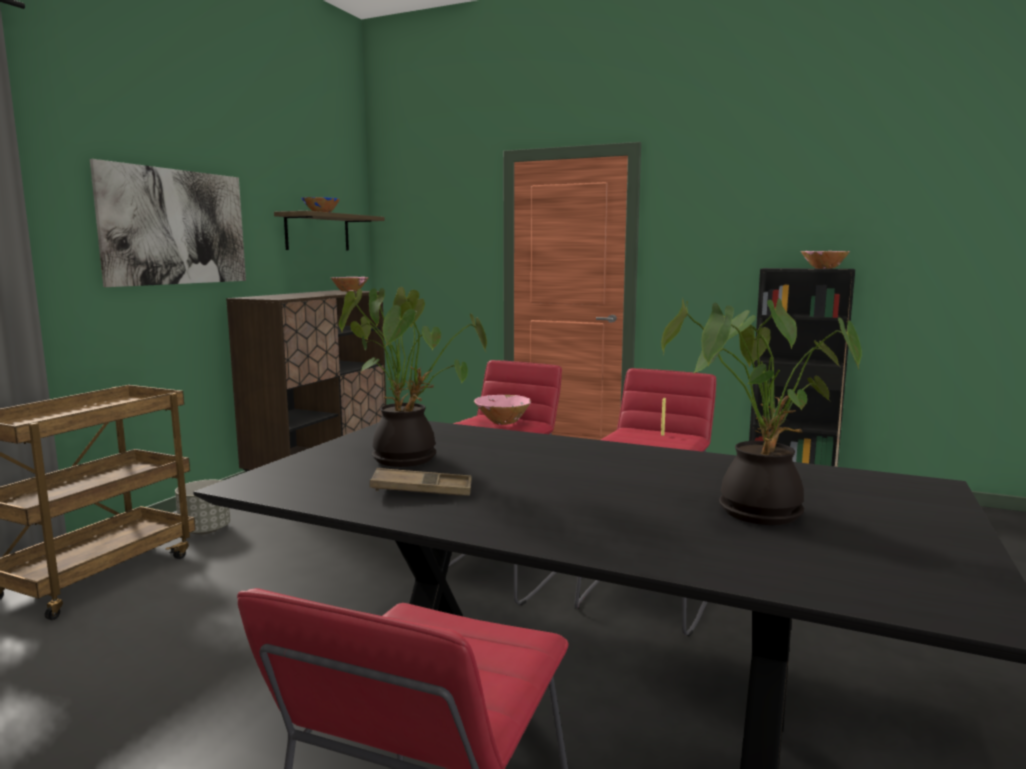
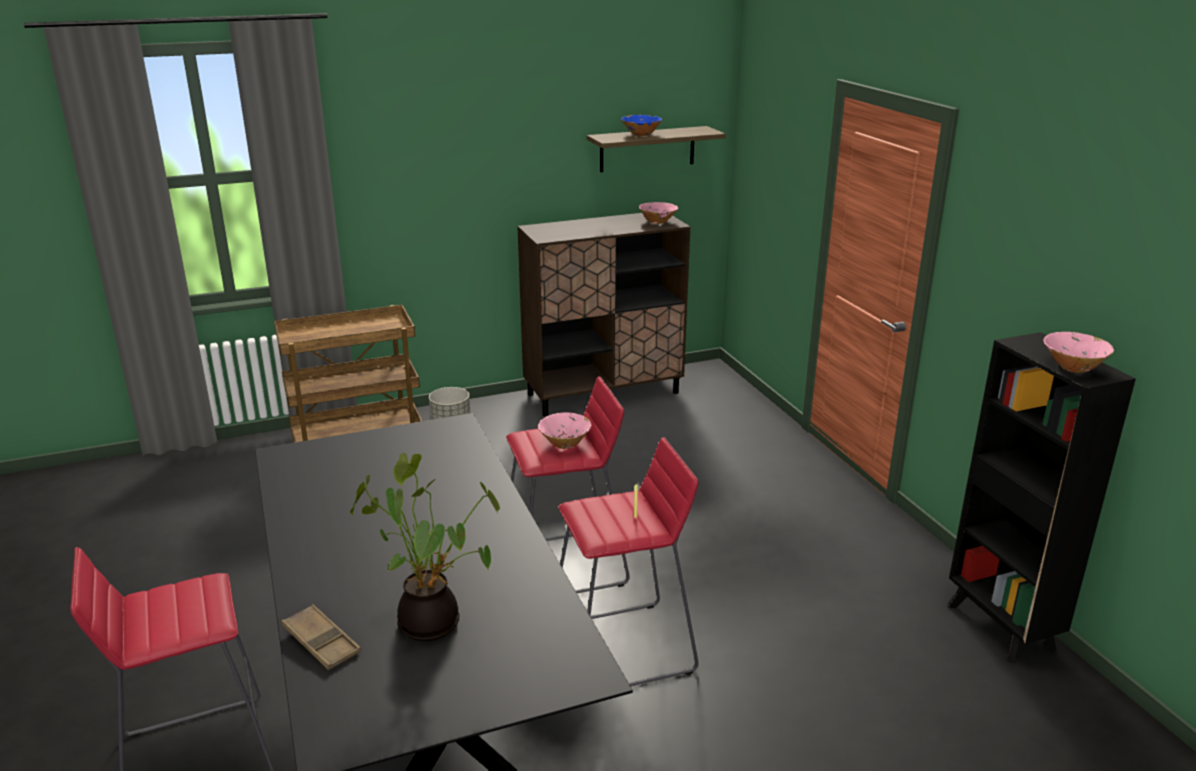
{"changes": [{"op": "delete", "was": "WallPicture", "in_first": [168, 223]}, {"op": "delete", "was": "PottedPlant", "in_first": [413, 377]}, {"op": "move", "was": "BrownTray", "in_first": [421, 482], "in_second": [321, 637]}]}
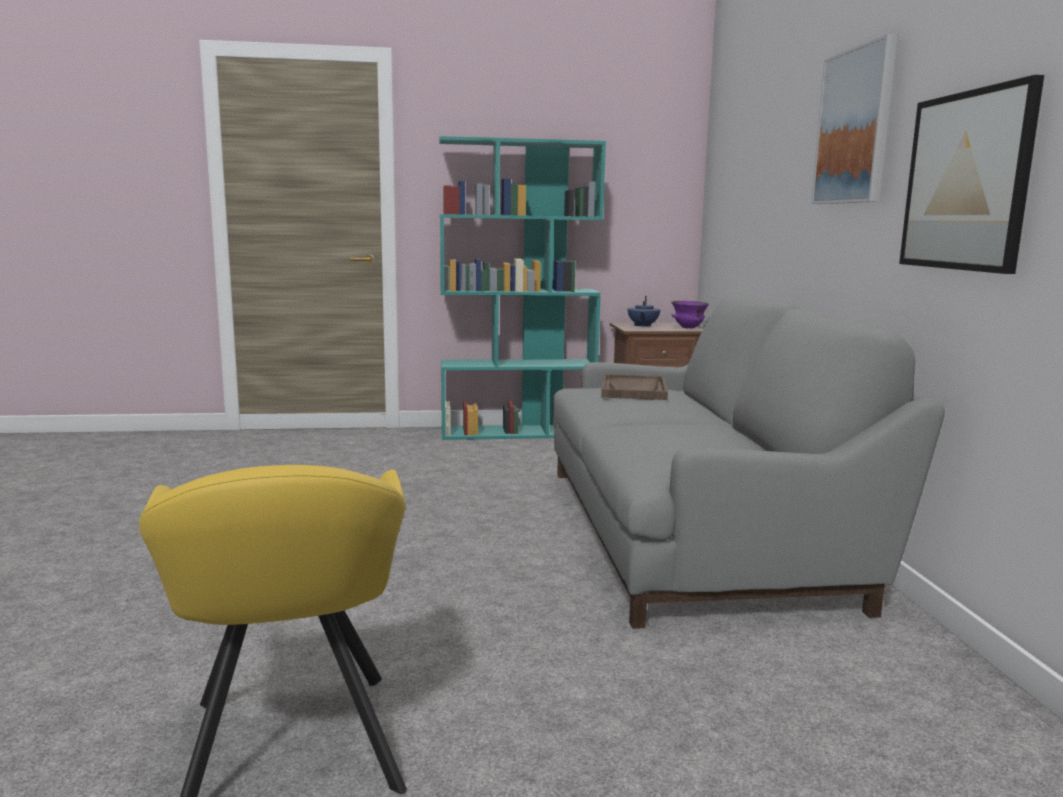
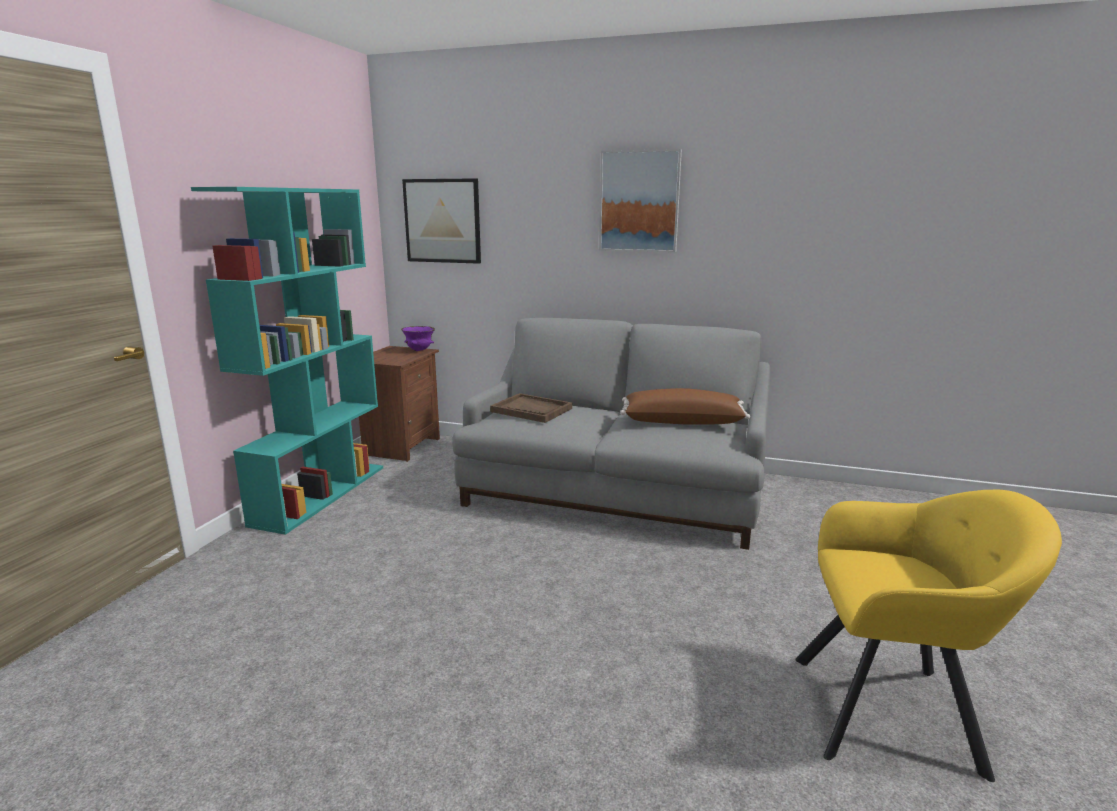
{"changes": [{"op": "delete", "was": "BlueColouredTeaPot", "in_first": [644, 311]}, {"op": "move", "was": "WallPicture", "in_first": [971, 174], "in_second": [441, 221]}, {"op": "insert", "now": "BrownPillow", "in_second": [685, 406]}]}
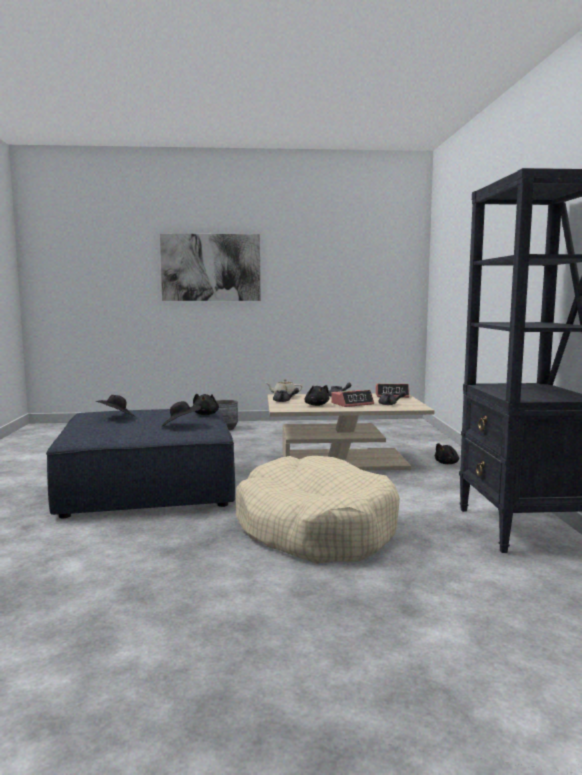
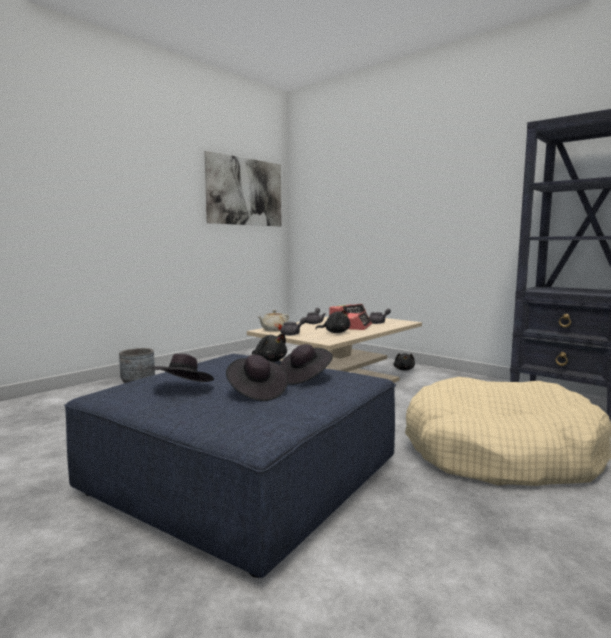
{"changes": [{"op": "move", "was": "WallPicture", "in_first": [210, 267], "in_second": [242, 188]}, {"op": "insert", "now": "BlackishClothingHat", "in_second": [257, 378]}]}
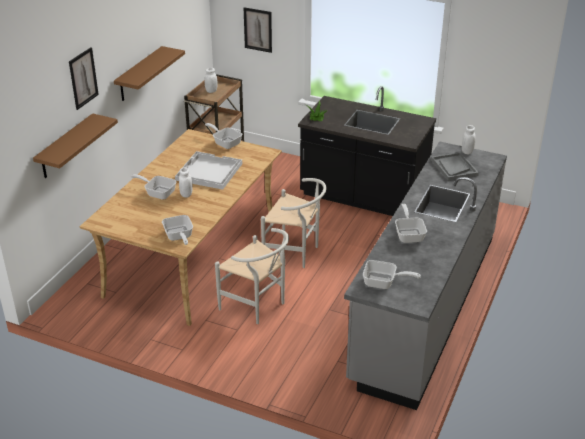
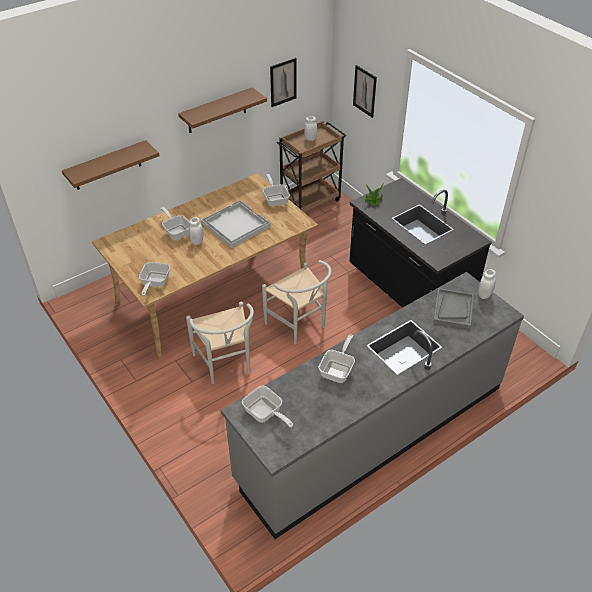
{"changes": [{"op": "move", "was": "WallPicture", "in_first": [84, 78], "in_second": [283, 82]}]}
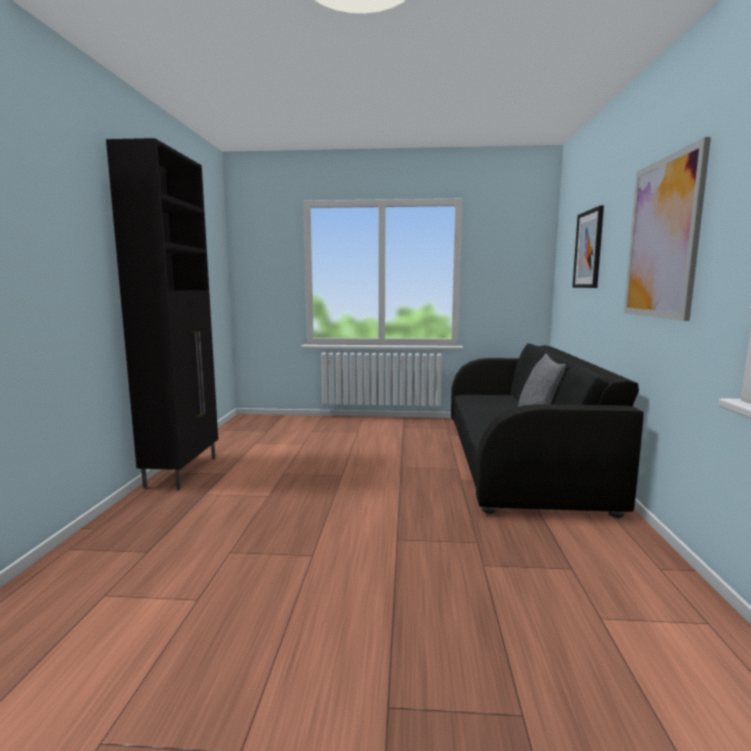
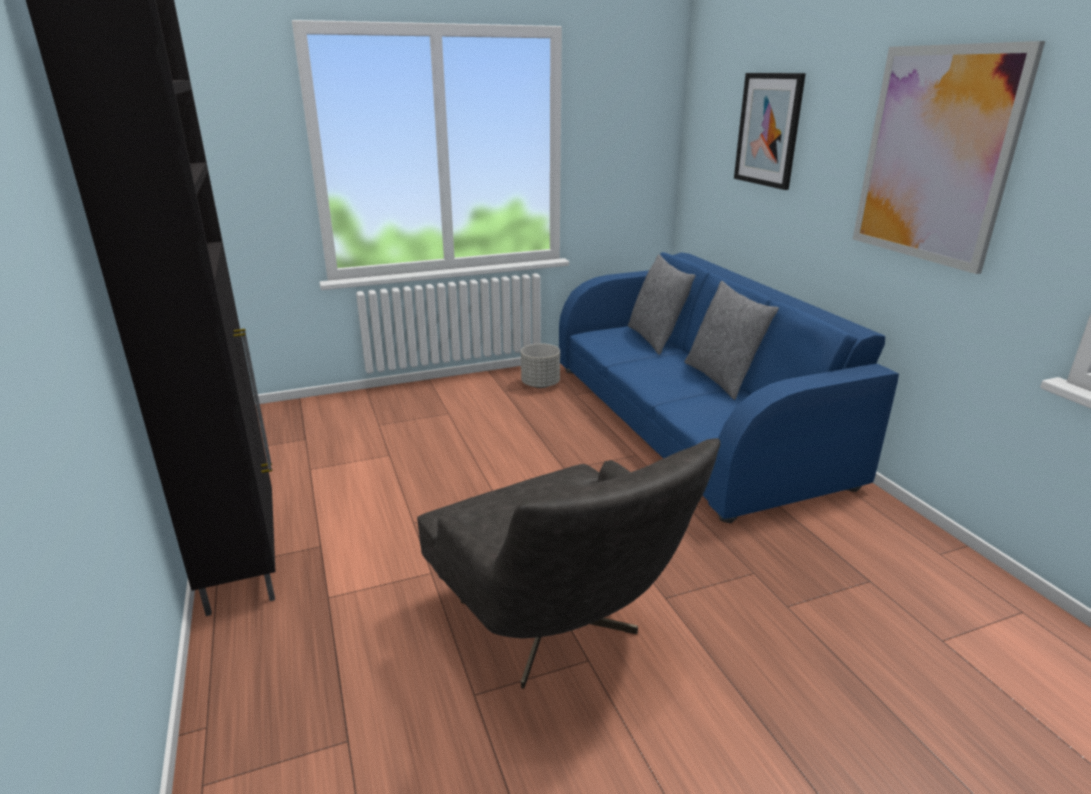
{"changes": [{"op": "recolor", "was": "BlackishSettee", "now": "BlueColouredSettee", "in_first": [547, 430], "in_second": [729, 387]}, {"op": "insert", "now": "GrayEasyChair", "in_second": [568, 563]}, {"op": "insert", "now": "GrayPlanter", "in_second": [540, 366]}, {"op": "insert", "now": "GrayPillow", "in_second": [661, 304]}]}
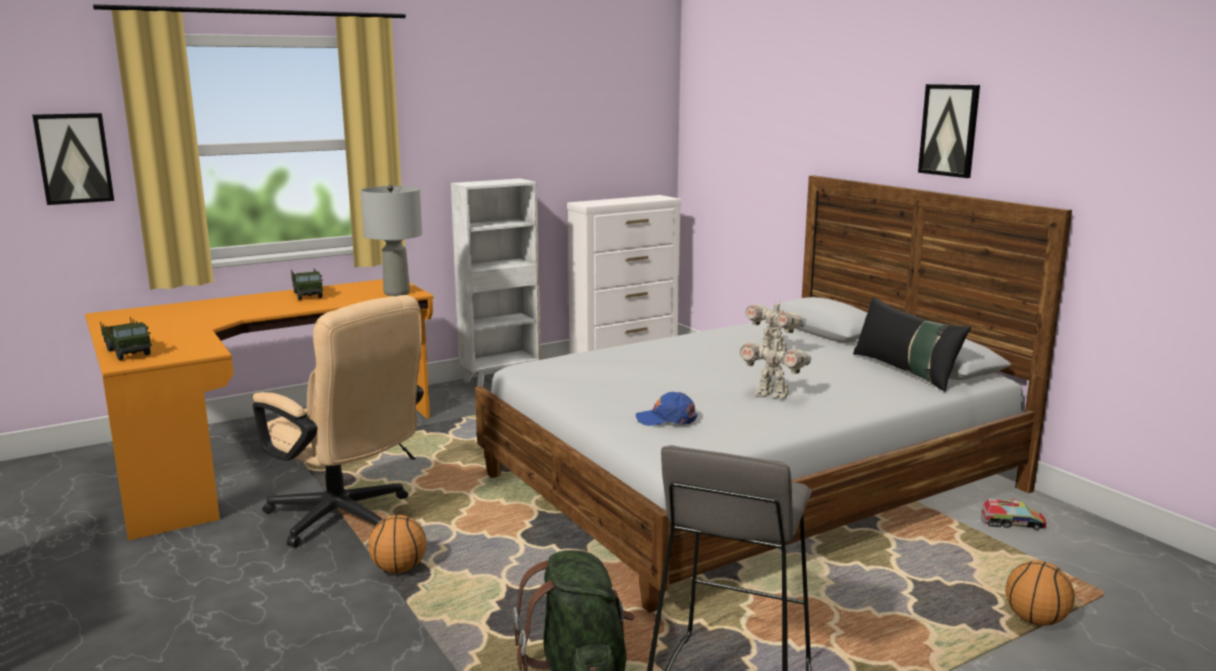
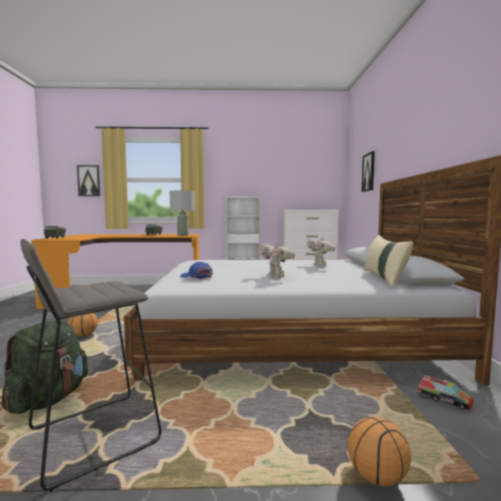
{"changes": [{"op": "delete", "was": "BeigeColouredComputerChair", "in_first": [338, 421]}, {"op": "recolor", "was": "BlackishPillow", "now": "BeigeColouredPillow", "in_first": [912, 344], "in_second": [388, 261]}, {"op": "move", "was": "WallPicture", "in_first": [949, 131], "in_second": [368, 171]}]}
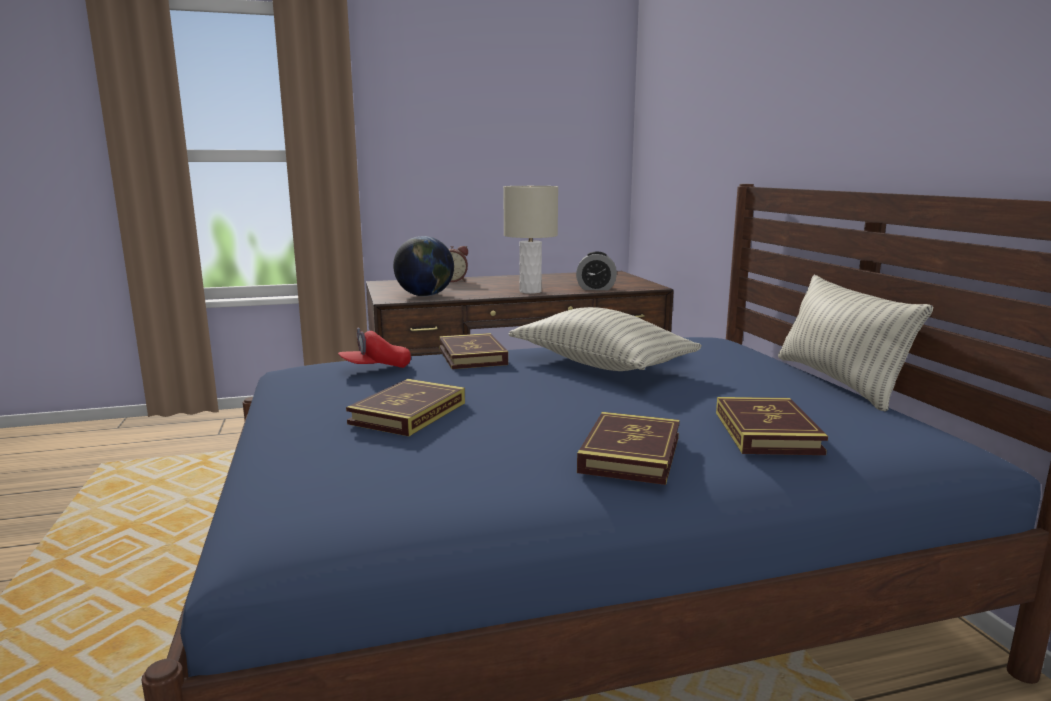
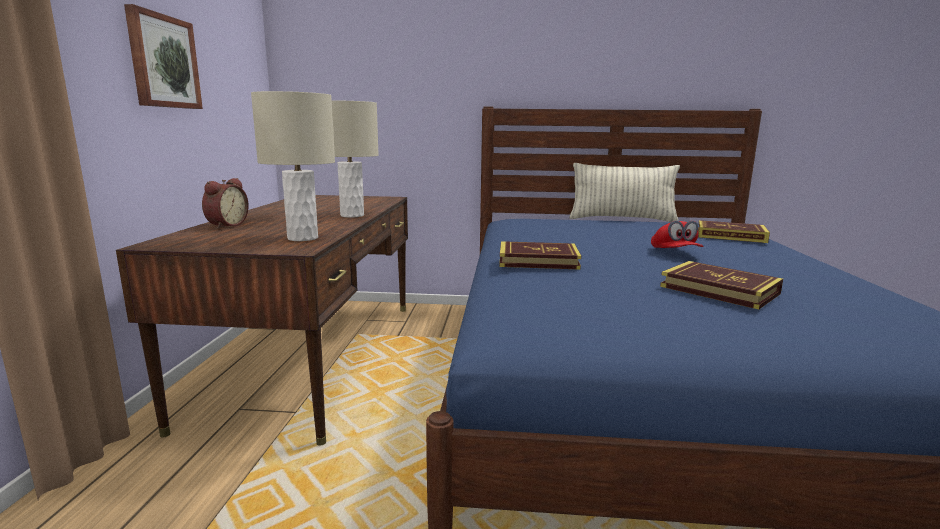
{"changes": [{"op": "move", "was": "RedBaseballCap", "in_first": [374, 348], "in_second": [677, 234]}, {"op": "replace", "was": "WorldGlobe", "now": "BeigeColouredTableLamp", "in_first": [423, 266], "in_second": [293, 166]}, {"op": "delete", "was": "Pillow", "in_first": [605, 339]}, {"op": "delete", "was": "AlarmClock", "in_first": [596, 270]}, {"op": "delete", "was": "Book", "in_first": [628, 448]}, {"op": "insert", "now": "WallPicture", "in_second": [163, 56]}]}
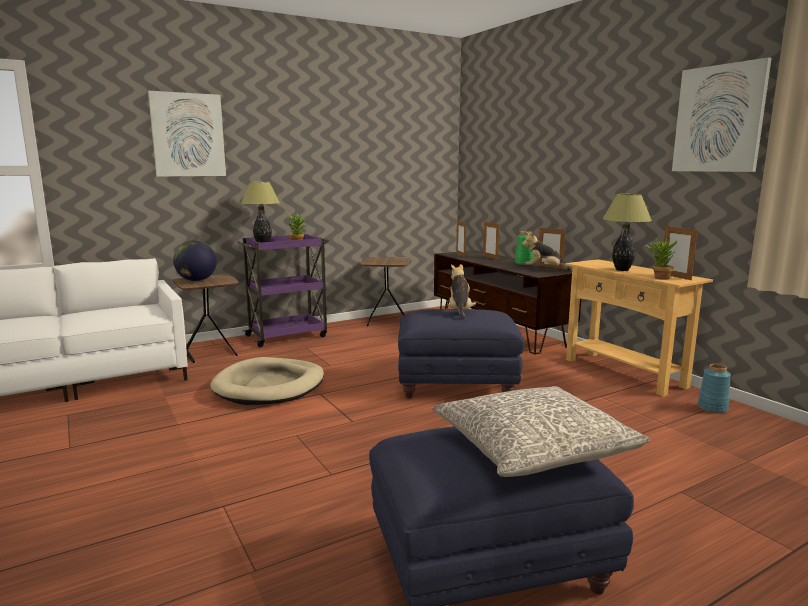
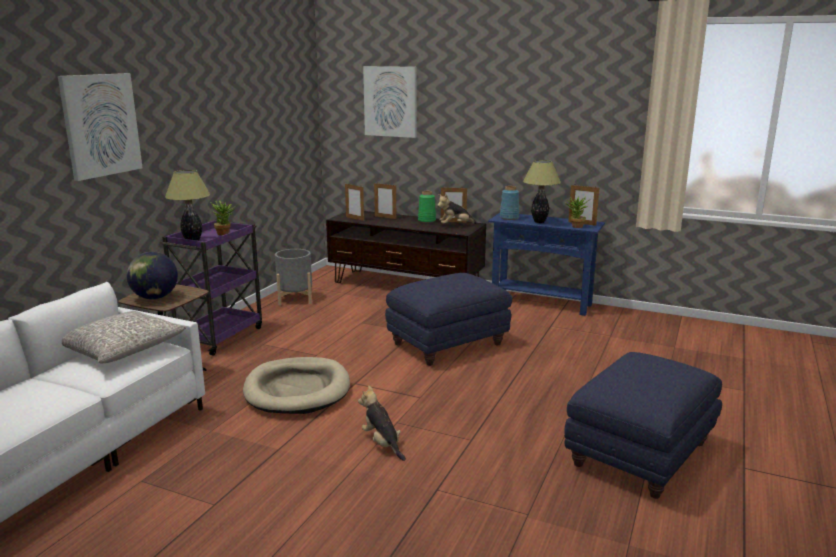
{"changes": [{"op": "replace", "was": "BrownAccentTable", "now": "GrayPlanter", "in_first": [385, 291], "in_second": [293, 277]}, {"op": "move", "was": "GrayPillow", "in_first": [541, 431], "in_second": [124, 337]}, {"op": "move", "was": "SoftToy", "in_first": [462, 292], "in_second": [382, 423]}, {"op": "recolor", "was": "BeigeColouredHallTable", "now": "BlueColouredHallTable", "in_first": [639, 328], "in_second": [546, 264]}, {"op": "move", "was": "WallPicture", "in_first": [722, 114], "in_second": [389, 102]}, {"op": "move", "was": "BlueColouredDecorativeVase", "in_first": [714, 388], "in_second": [509, 203]}]}
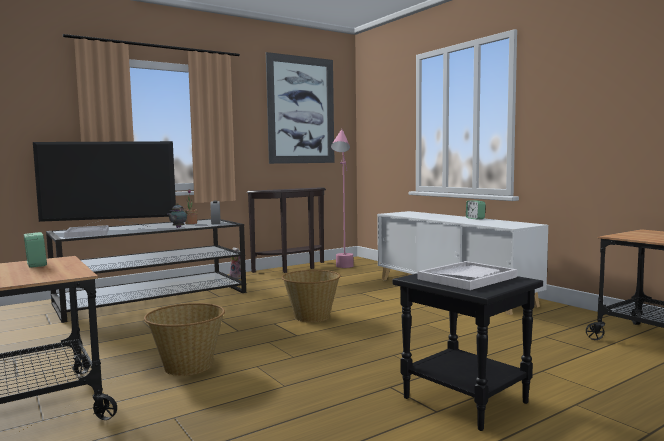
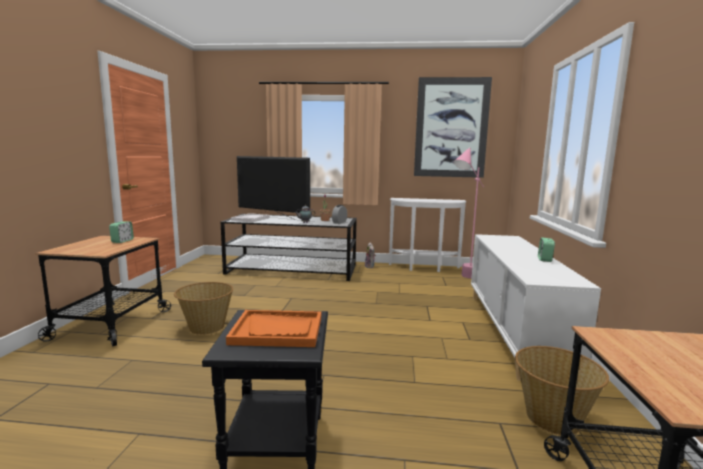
{"changes": [{"op": "recolor", "was": "BrownHallTable", "now": "WhitishHallTable", "in_first": [286, 230], "in_second": [428, 235]}, {"op": "move", "was": "StorageBasket", "in_first": [311, 296], "in_second": [562, 390]}, {"op": "recolor", "was": "WhitishTray", "now": "OrangeTray", "in_first": [467, 275], "in_second": [273, 328]}]}
